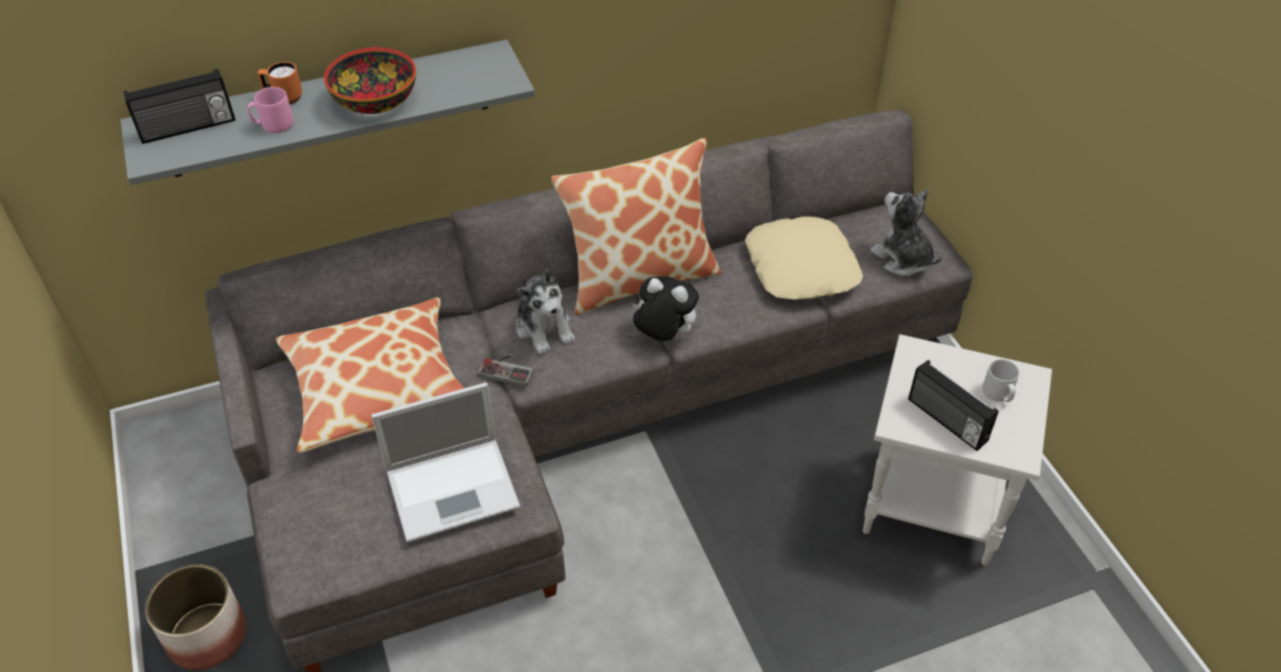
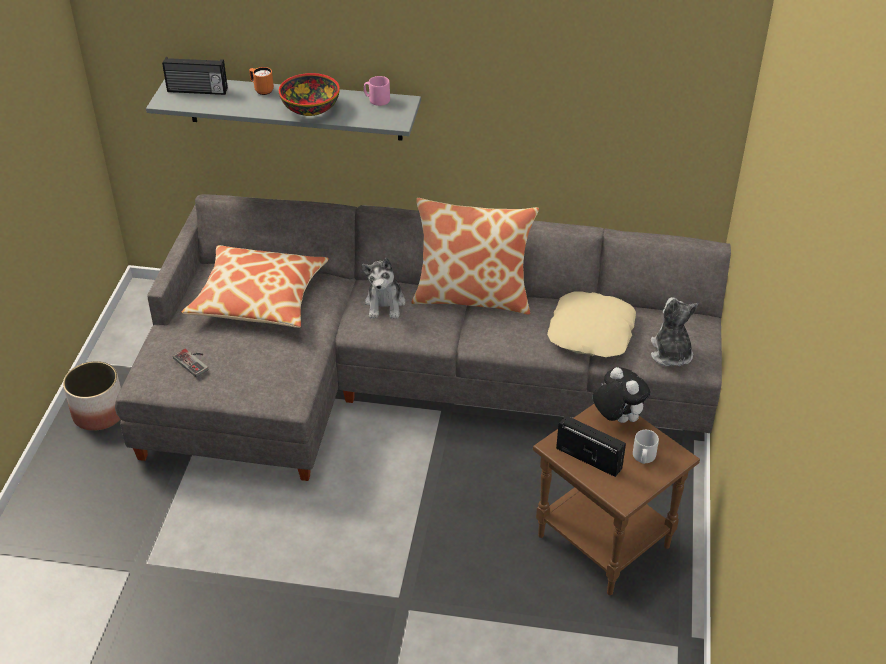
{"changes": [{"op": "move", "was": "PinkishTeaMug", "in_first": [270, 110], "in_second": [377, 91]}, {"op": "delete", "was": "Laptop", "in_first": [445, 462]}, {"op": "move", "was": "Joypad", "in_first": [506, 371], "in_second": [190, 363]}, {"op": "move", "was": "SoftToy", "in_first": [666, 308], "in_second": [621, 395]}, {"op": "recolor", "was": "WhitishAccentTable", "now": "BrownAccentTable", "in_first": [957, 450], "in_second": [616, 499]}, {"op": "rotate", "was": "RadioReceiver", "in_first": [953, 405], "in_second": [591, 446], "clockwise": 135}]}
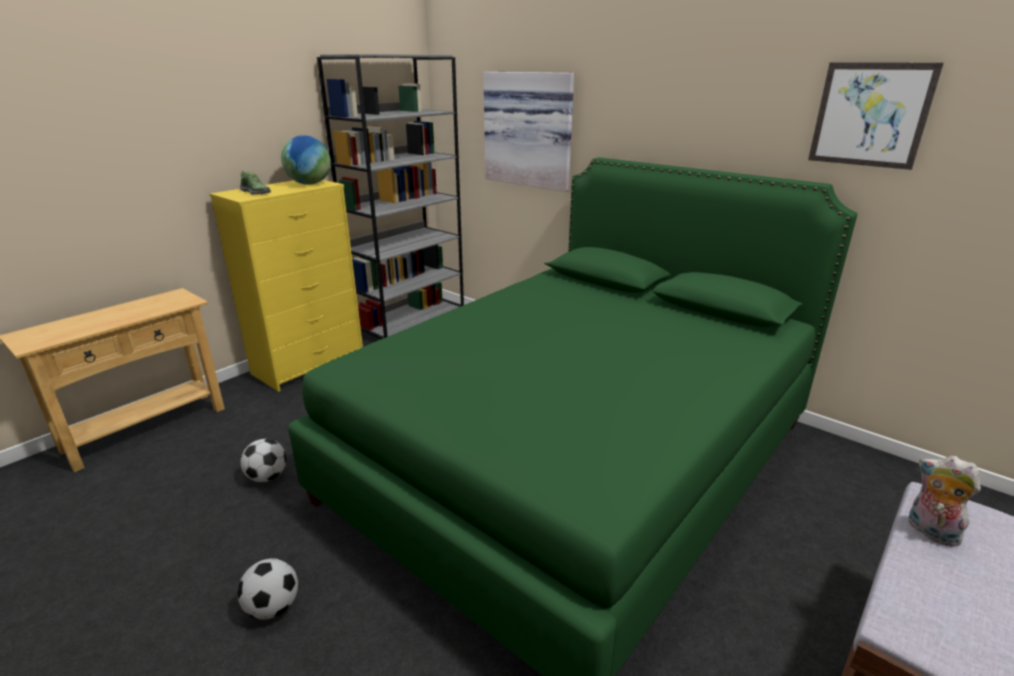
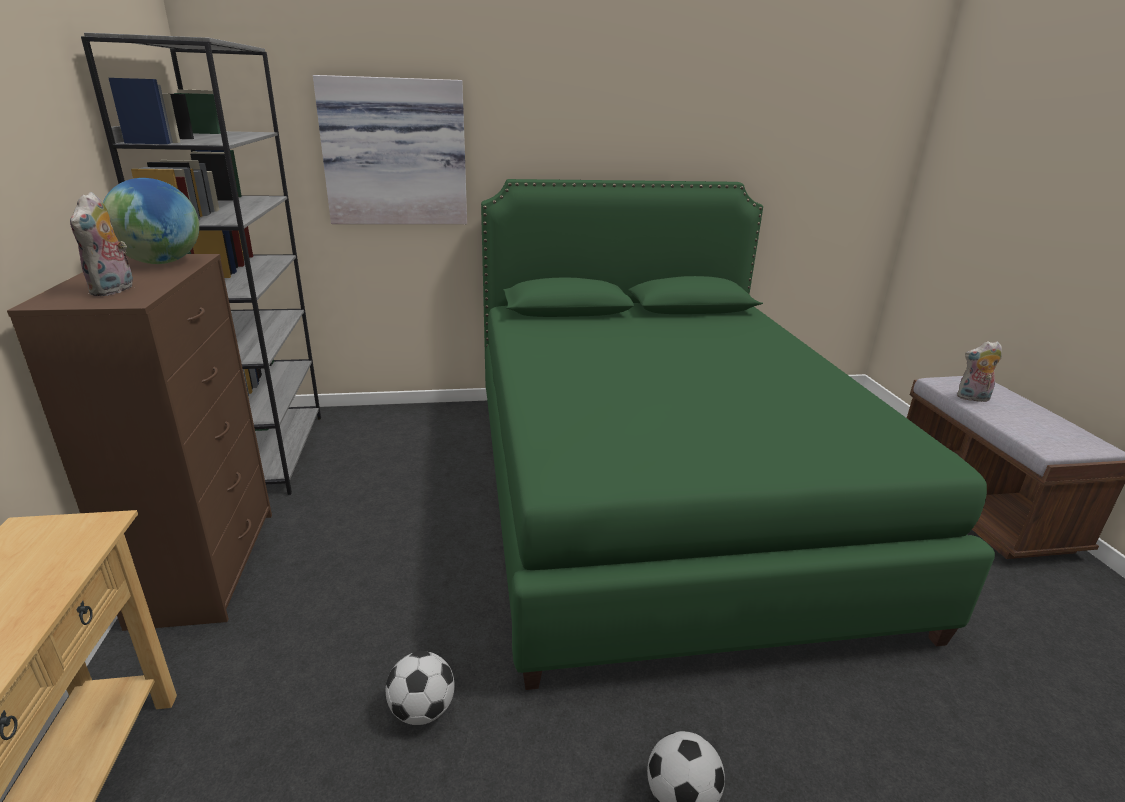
{"changes": [{"op": "recolor", "was": "YellowDrawerChest", "now": "BrownDrawerChest", "in_first": [286, 286], "in_second": [139, 442]}, {"op": "replace", "was": "ItemOfFootwear", "now": "SoftToy", "in_first": [255, 183], "in_second": [101, 244]}, {"op": "delete", "was": "WallPicture", "in_first": [875, 116]}]}
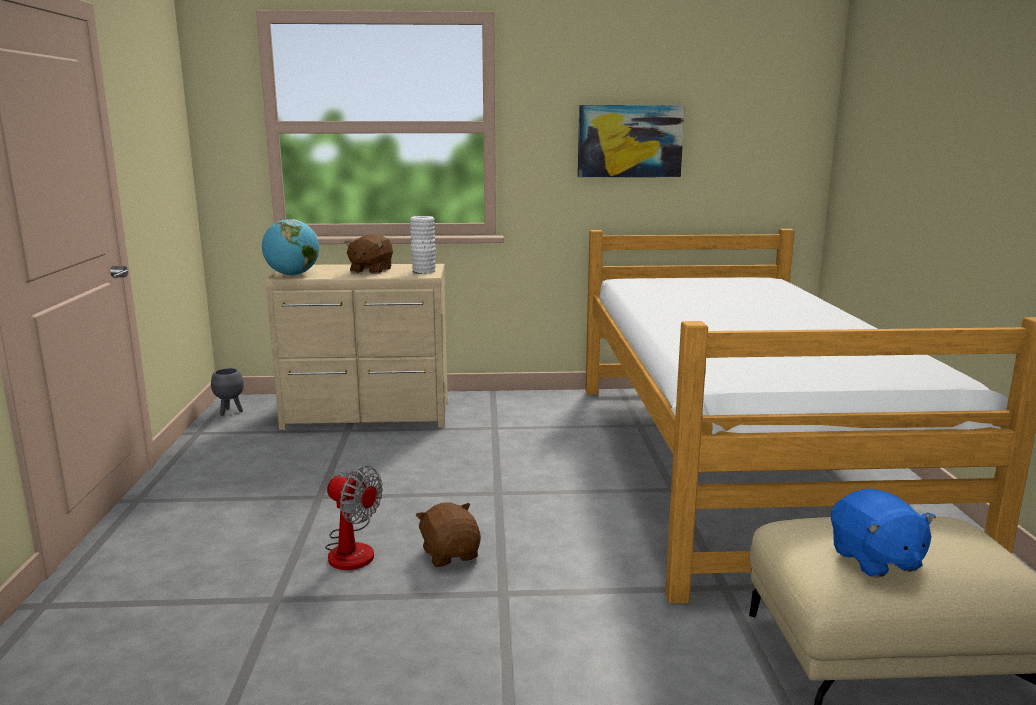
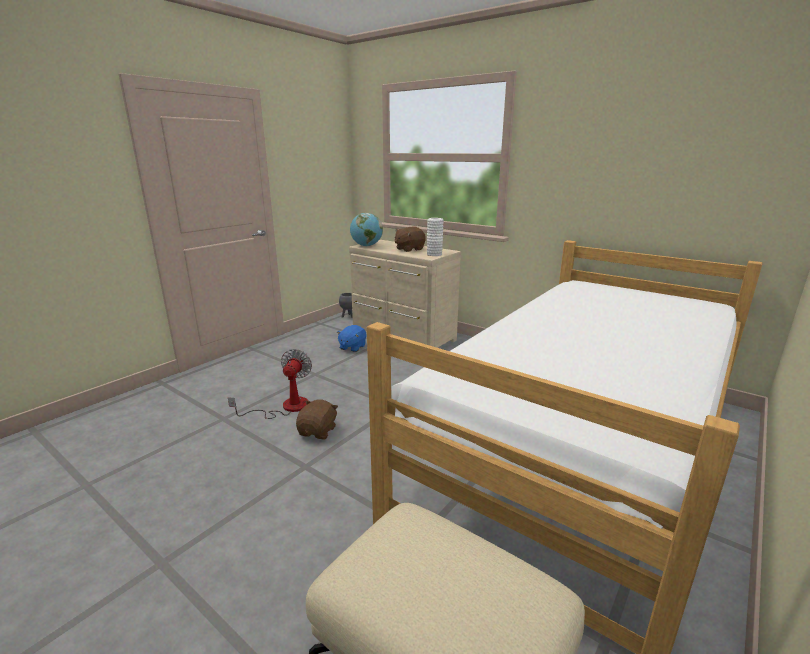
{"changes": [{"op": "rotate", "was": "ElectricFan", "in_first": [354, 518], "in_second": [270, 384], "clockwise": -150}, {"op": "delete", "was": "WallPicture", "in_first": [631, 141]}, {"op": "move", "was": "BlueColouredSoftToy", "in_first": [883, 533], "in_second": [352, 338]}]}
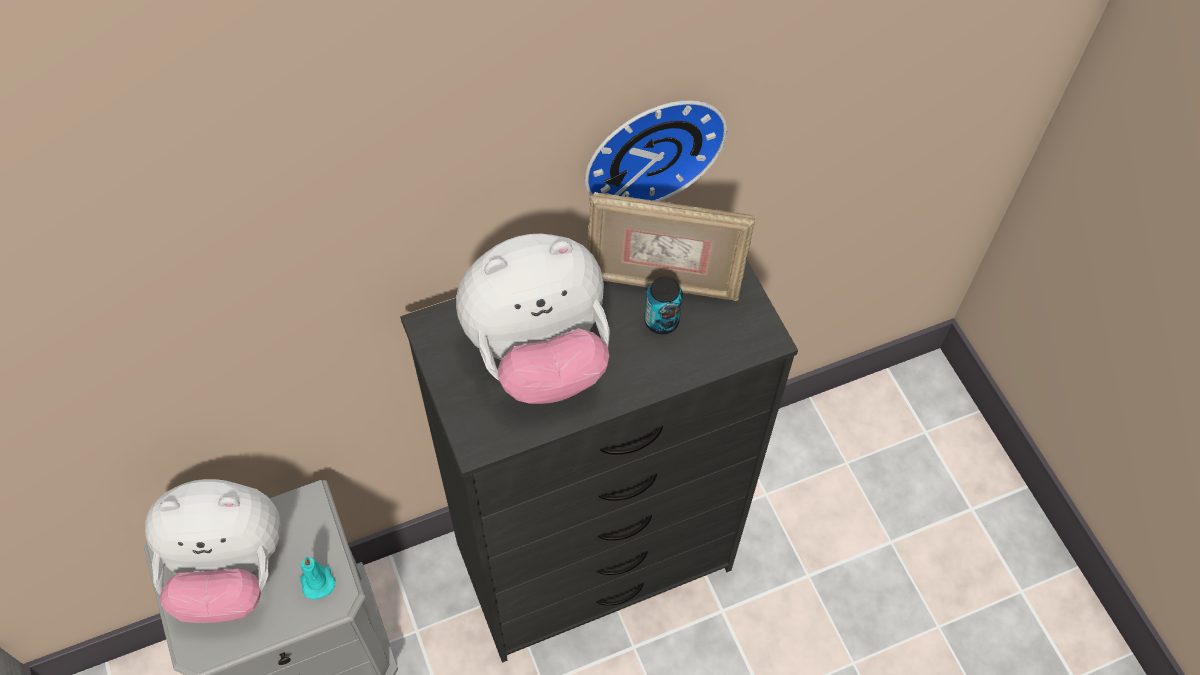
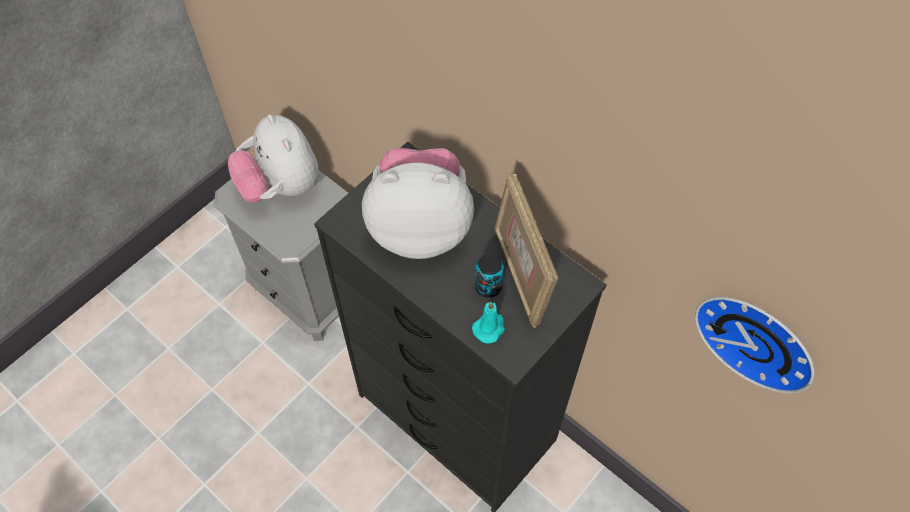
{"changes": [{"op": "move", "was": "TurquoiseWaxLight", "in_first": [318, 578], "in_second": [488, 323]}, {"op": "rotate", "was": "SoftToy", "in_first": [533, 319], "in_second": [418, 203], "clockwise": 135}, {"op": "move", "was": "ClockOnTheWall", "in_first": [656, 151], "in_second": [755, 345]}]}
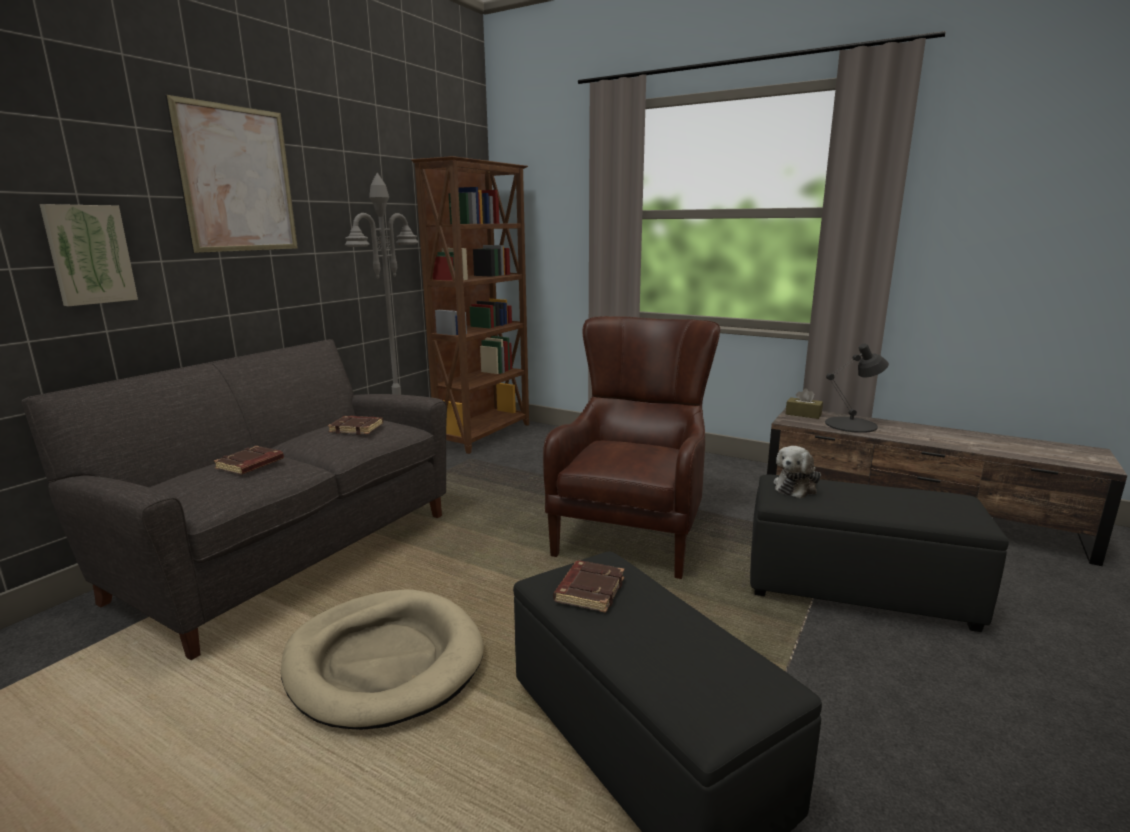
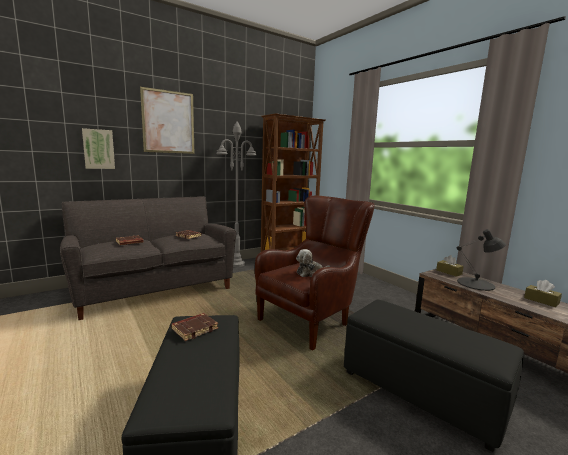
{"changes": [{"op": "delete", "was": "BeigeColouredDogBed", "in_first": [382, 659]}, {"op": "move", "was": "SoftToy", "in_first": [797, 472], "in_second": [313, 263]}, {"op": "insert", "now": "BrownTissueBox", "in_second": [543, 293]}]}
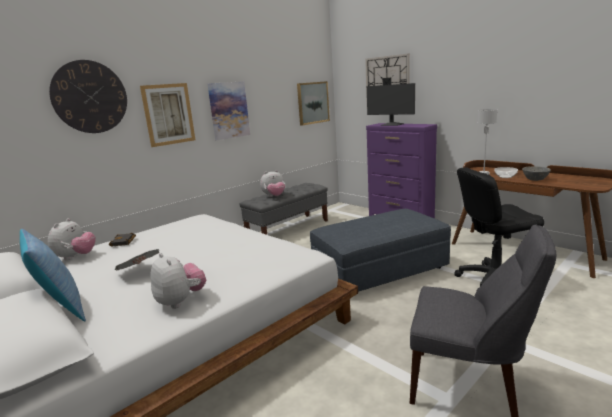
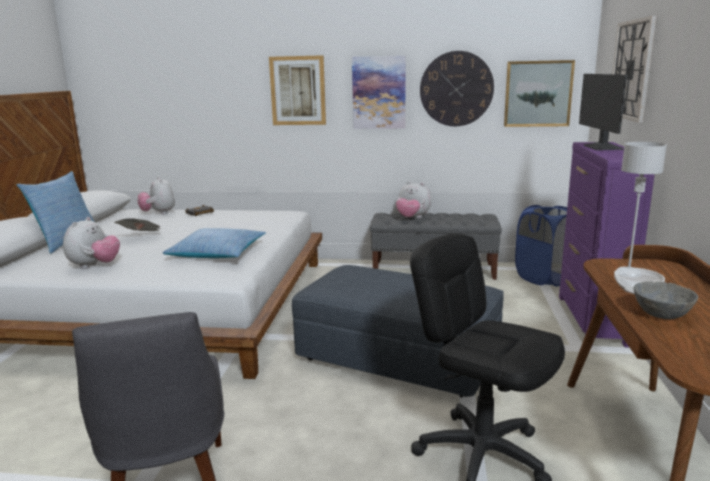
{"changes": [{"op": "rotate", "was": "SoftToy", "in_first": [72, 239], "in_second": [156, 195], "clockwise": 90}, {"op": "move", "was": "ClockOnTheWall", "in_first": [88, 96], "in_second": [457, 88]}, {"op": "insert", "now": "Pillow", "in_second": [214, 243]}, {"op": "insert", "now": "BlueColouredLaundryBasket", "in_second": [541, 245]}]}
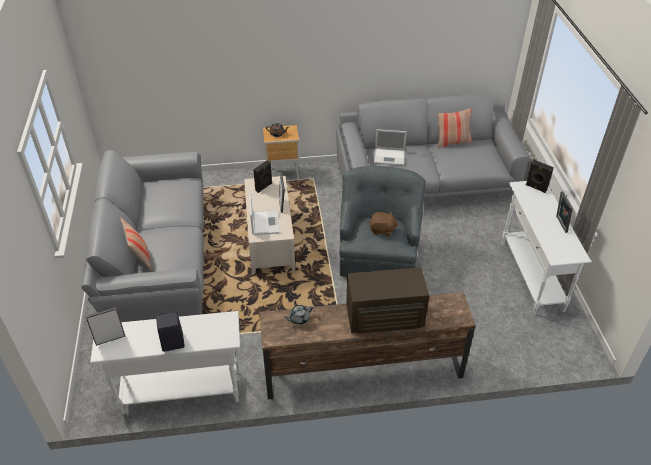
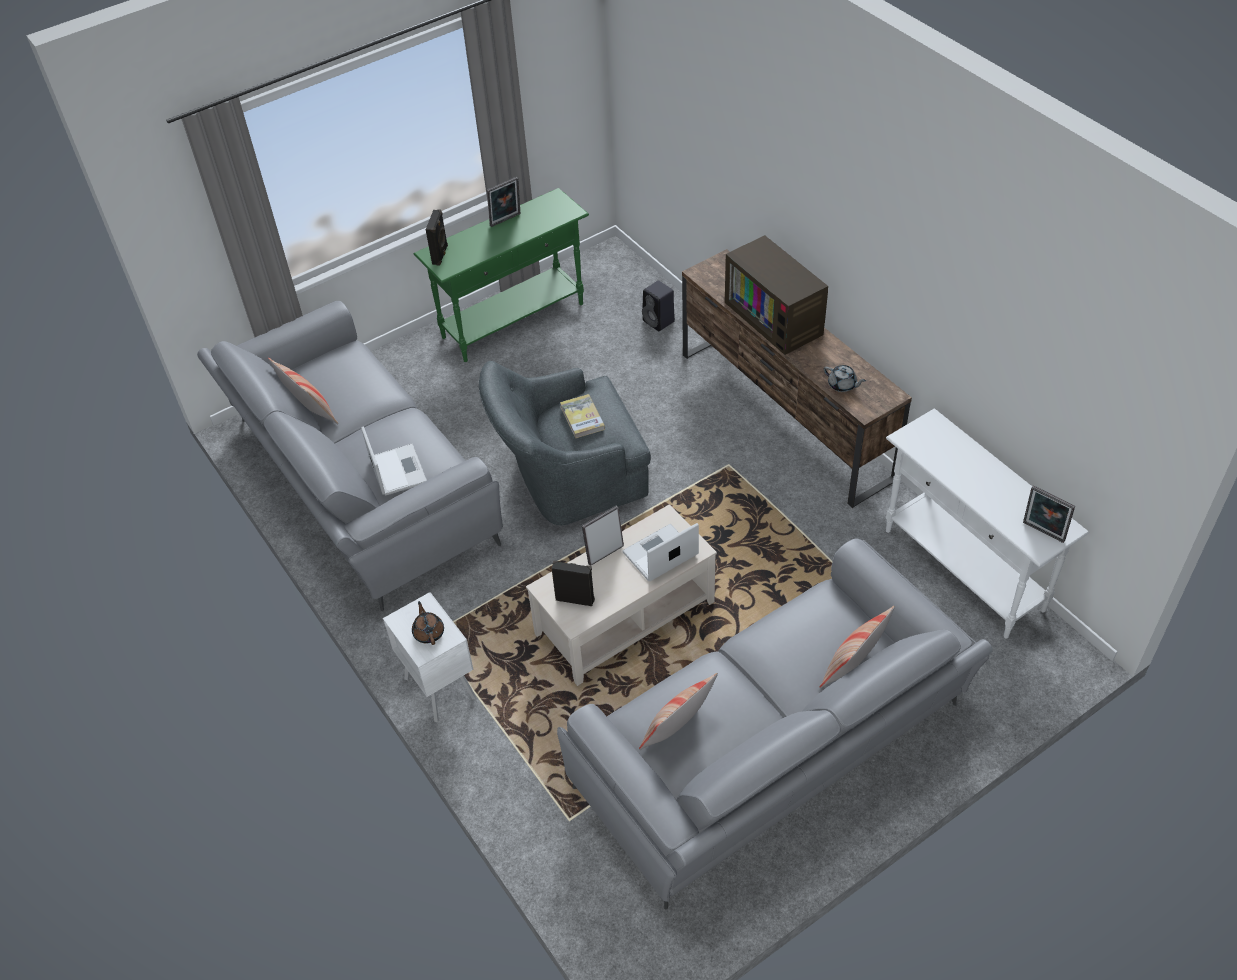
{"changes": [{"op": "move", "was": "BlackishAudioSpeaker", "in_first": [170, 331], "in_second": [658, 305]}, {"op": "recolor", "was": "BrownBedsideTable", "now": "WhitishBedsideTable", "in_first": [281, 152], "in_second": [429, 657]}, {"op": "replace", "was": "BrownSoftToy", "now": "Book", "in_first": [383, 224], "in_second": [582, 416]}, {"op": "recolor", "was": "WhitishHallTable", "now": "GreenishHallTable", "in_first": [546, 248], "in_second": [501, 275]}, {"op": "insert", "now": "Pillow", "in_second": [678, 711]}]}
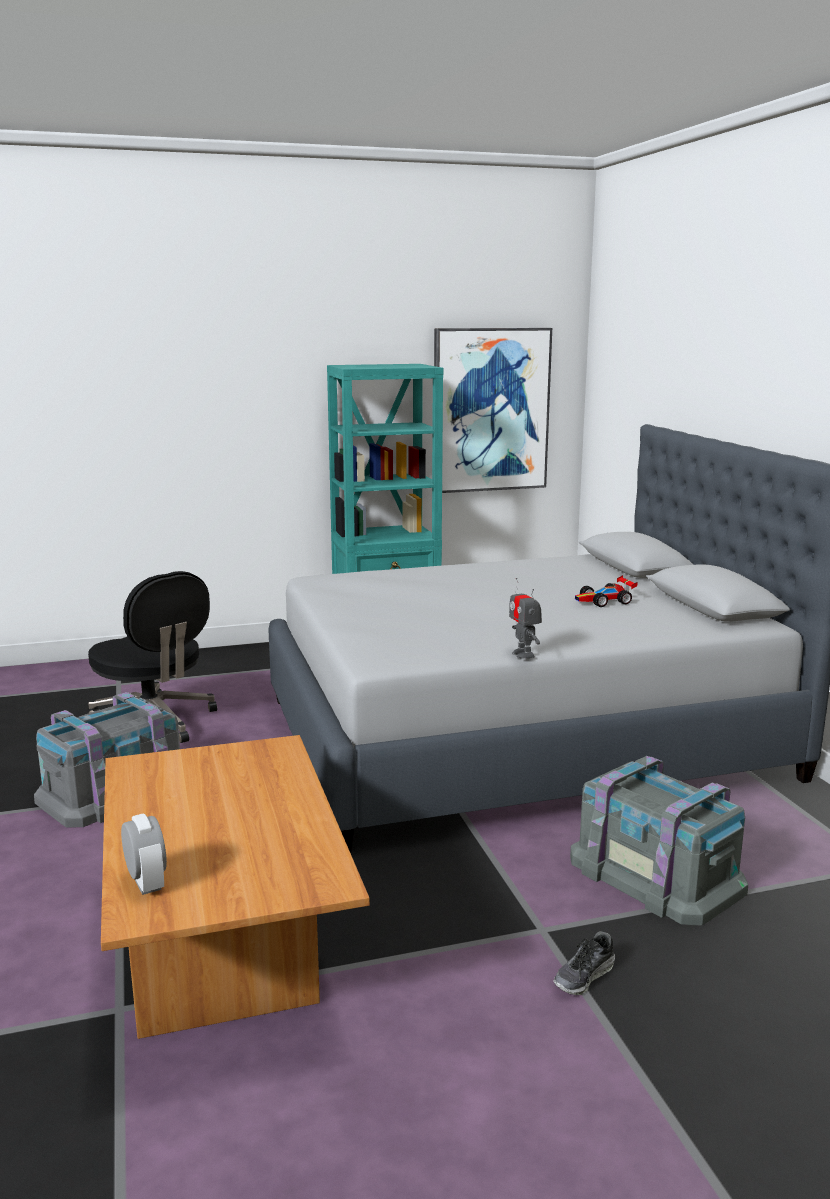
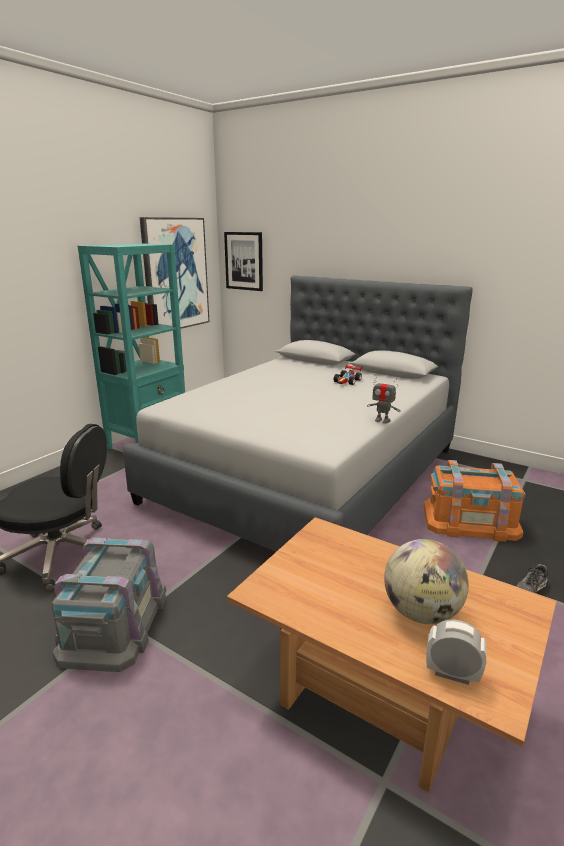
{"changes": [{"op": "rotate", "was": "ItemOfFootwear", "in_first": [584, 963], "in_second": [532, 578], "clockwise": 45}, {"op": "recolor", "was": "GrayStorageBox", "now": "OrangeStorageBox", "in_first": [659, 840], "in_second": [474, 501]}, {"op": "insert", "now": "WallPicture", "in_second": [243, 261]}, {"op": "insert", "now": "WorldGlobe", "in_second": [426, 581]}]}
